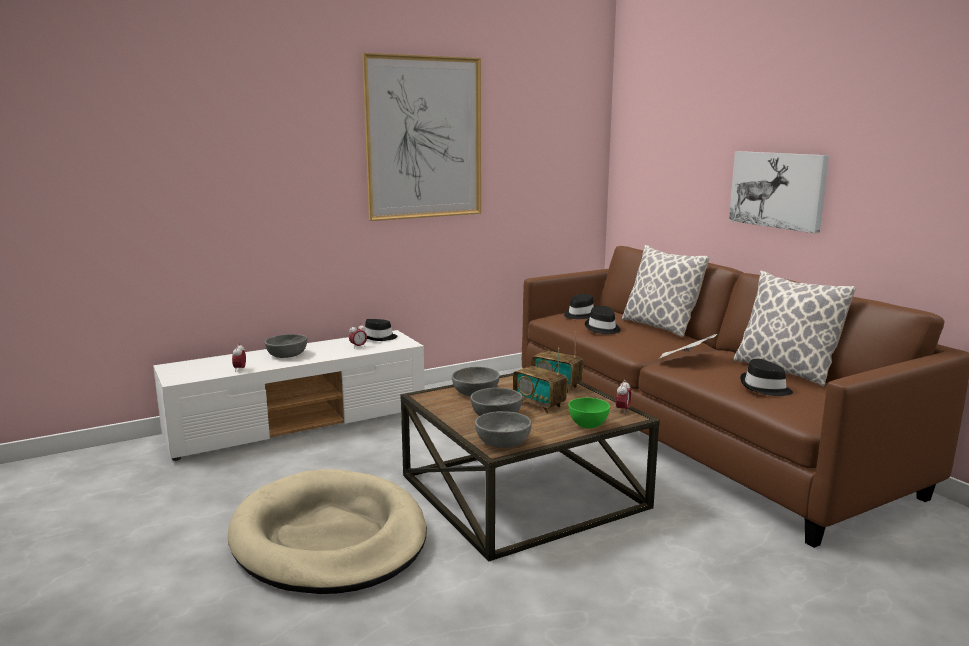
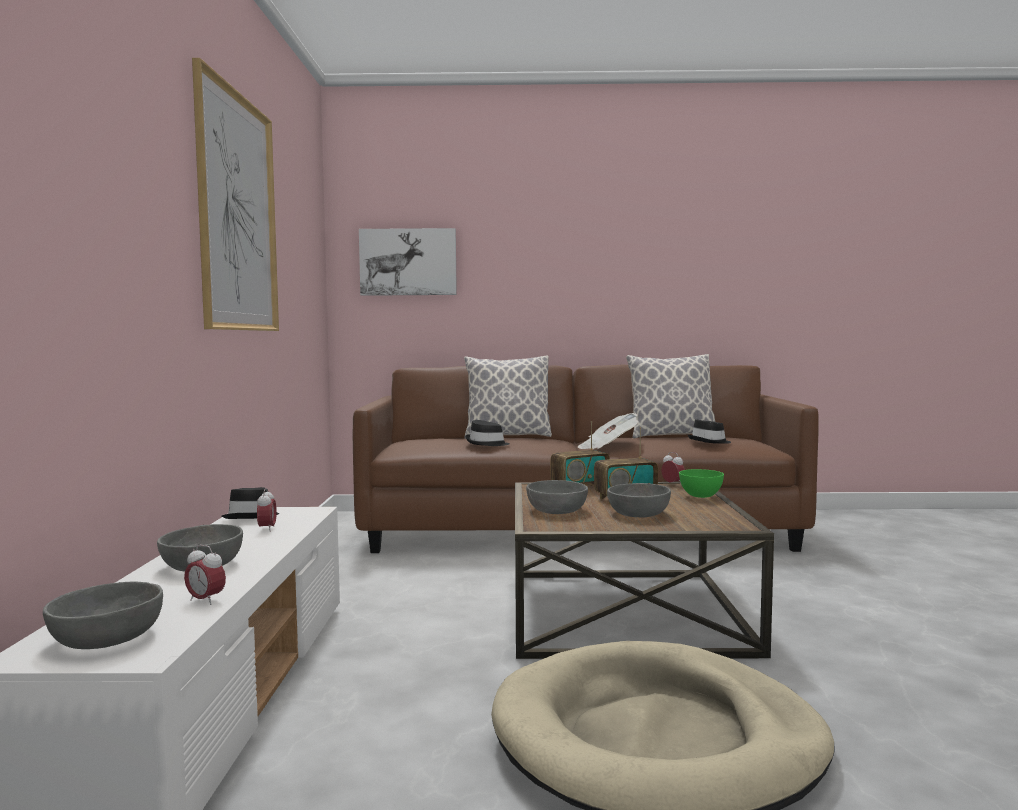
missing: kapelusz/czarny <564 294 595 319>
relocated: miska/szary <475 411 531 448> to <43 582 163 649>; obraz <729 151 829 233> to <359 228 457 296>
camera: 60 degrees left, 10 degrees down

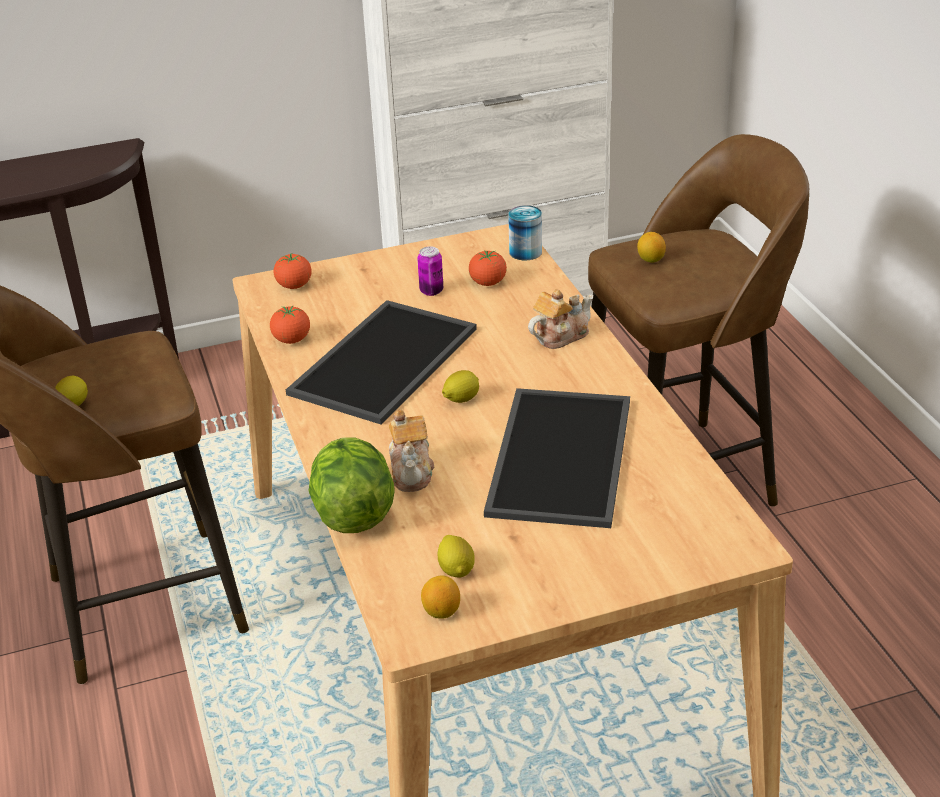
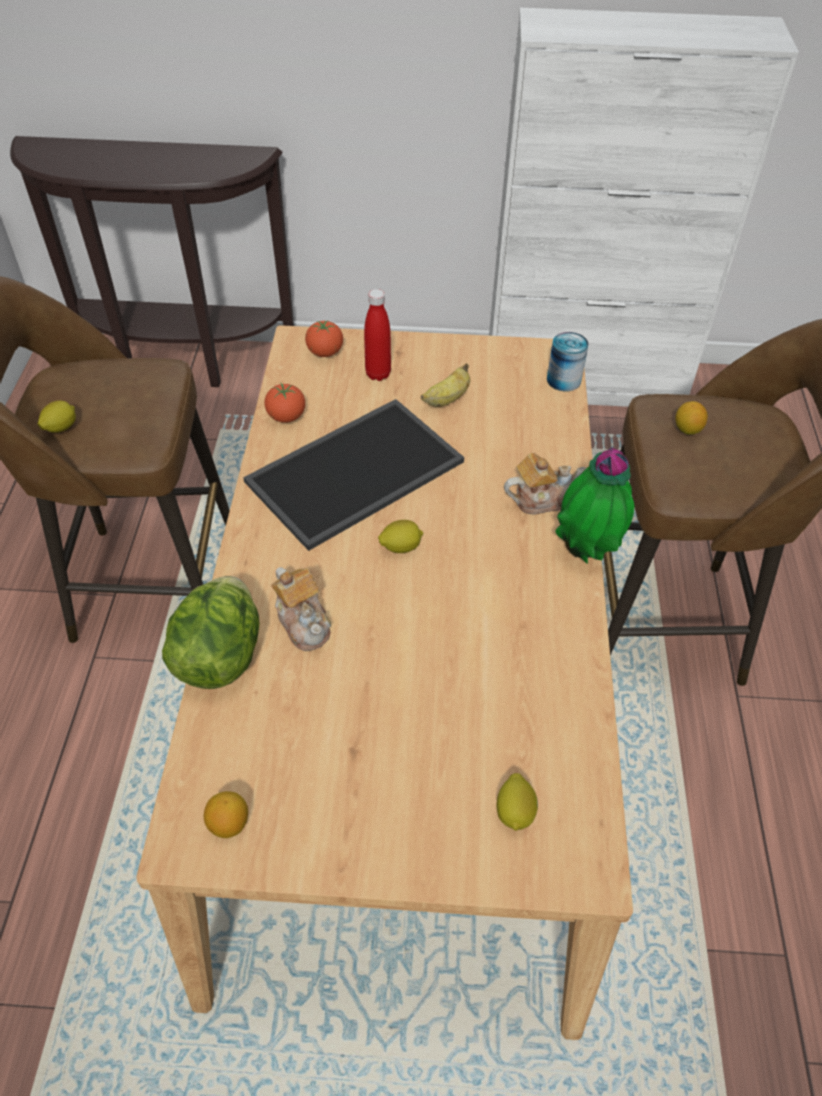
missing: pomidor <469 250 507 286>; taca <484 388 630 528>
appeared: butelka/czerwony <364 289 391 381>; roślina doniczkowa <555 448 634 564>
relocated: cytryna <438 535 475 577> to <497 773 538 831>
exchanged: puszka <417 247 443 296> to banan <421 363 470 407>
spun: imbryk <389 410 434 492> = <271 568 331 651> 45 degrees counterclockwise
camera: 20 degrees right, 15 degrees up

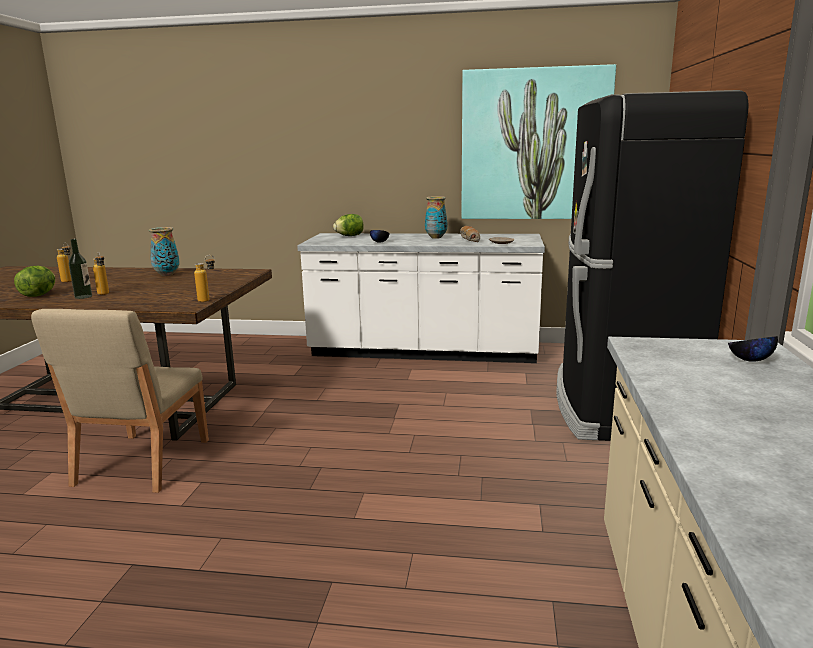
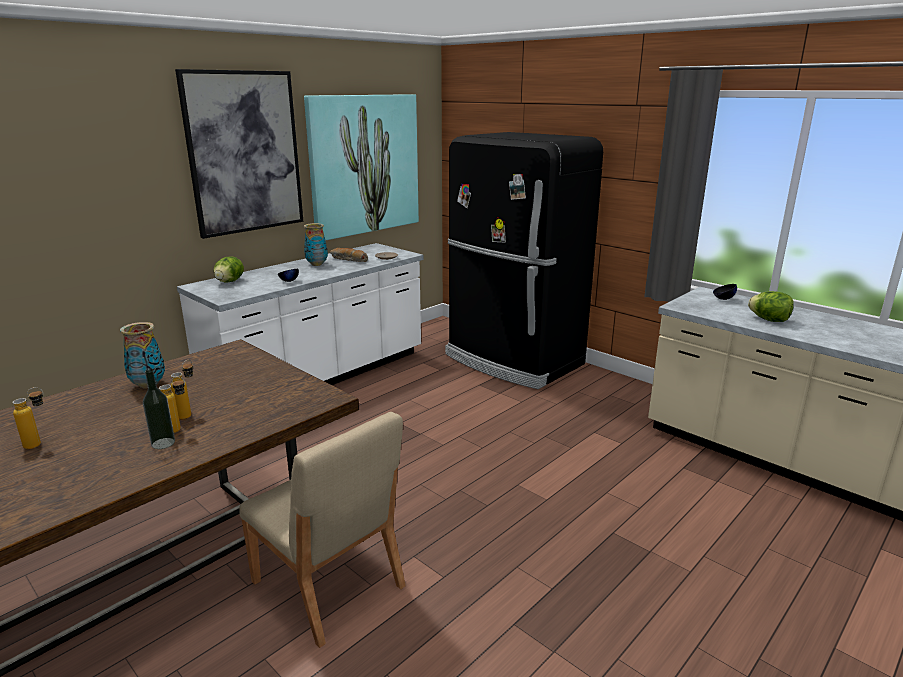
appeared: obraz <175 69 303 239>
relocated: sałata <14 266 55 297> to <748 291 794 322>; butelka <194 255 215 302> to <171 360 193 420>
camera: 55 degrees left, 5 degrees up

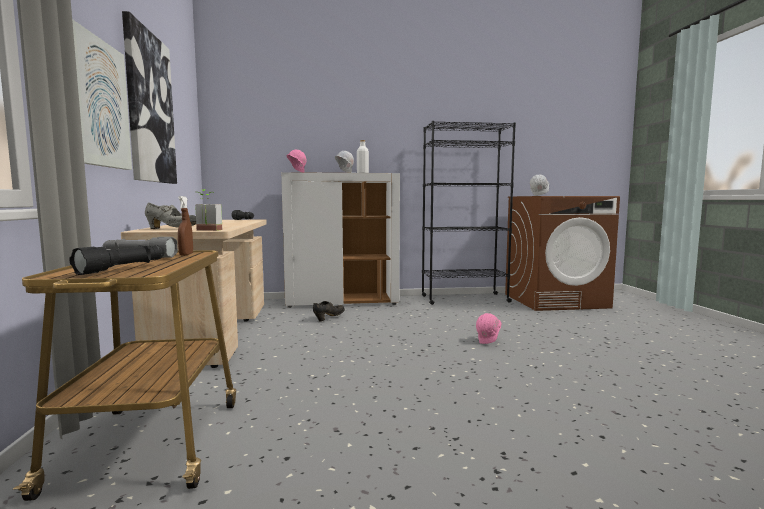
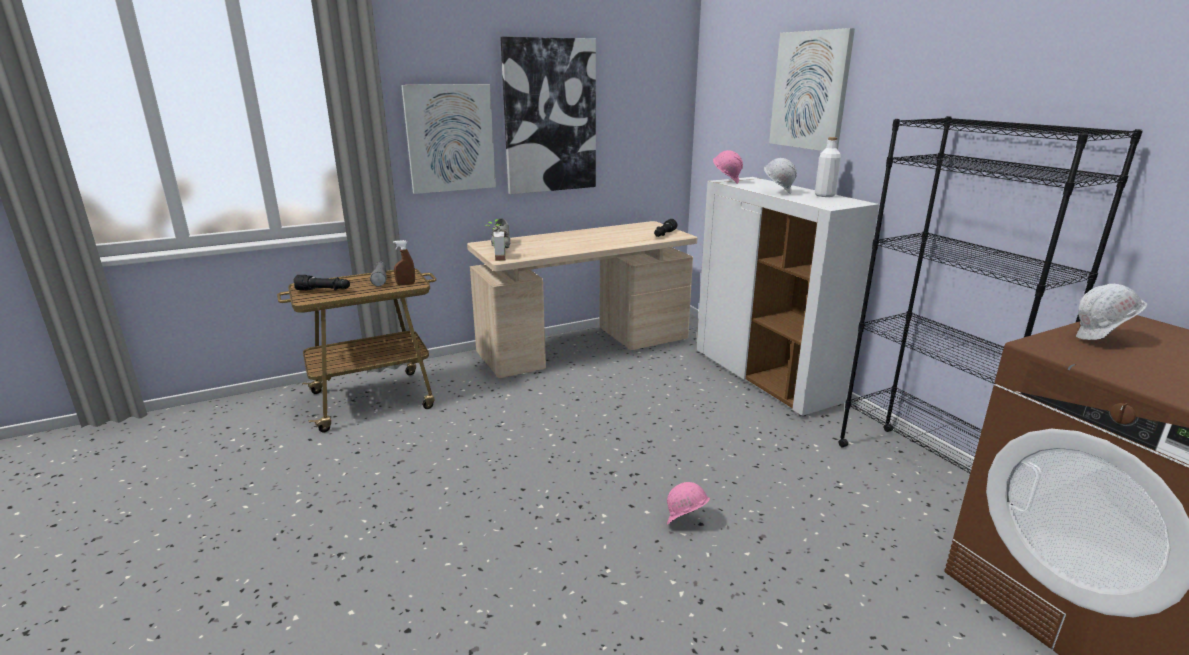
missing: but/czarny <313 301 345 322>
appeared: obraz <769 28 855 151>
camera: 70 degrees right, 15 degrees up

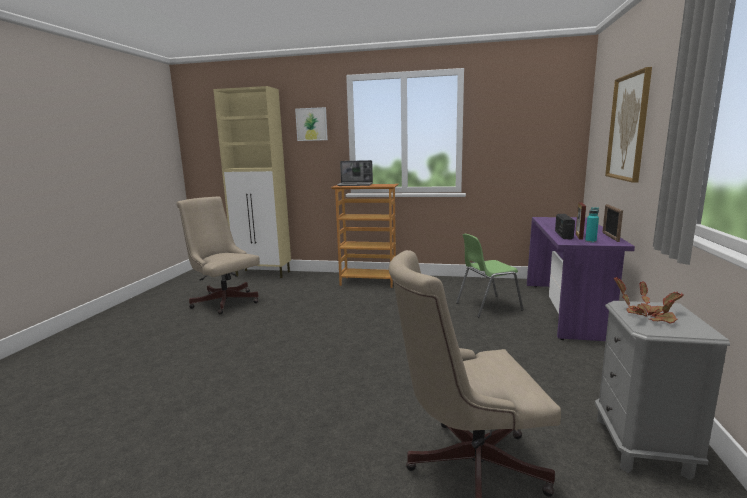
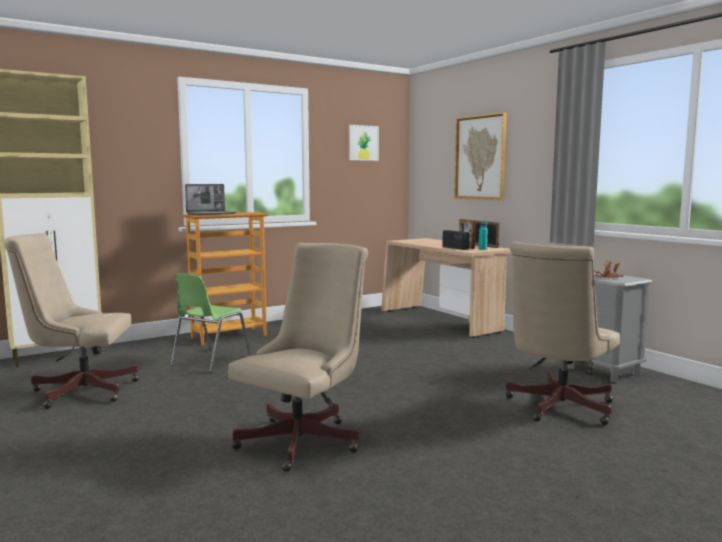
appeared: krzesło biurowe/beżowy <228 243 368 472>
relocated: obraz <295 107 328 141> to <349 125 379 161>; krzesło/zielony <456 234 524 318> to <171 273 251 373>
colour: biurko/fioletowy <527 217 635 341> to biurko/beżowy <381 238 512 338>
camera: 45 degrees left, 5 degrees down

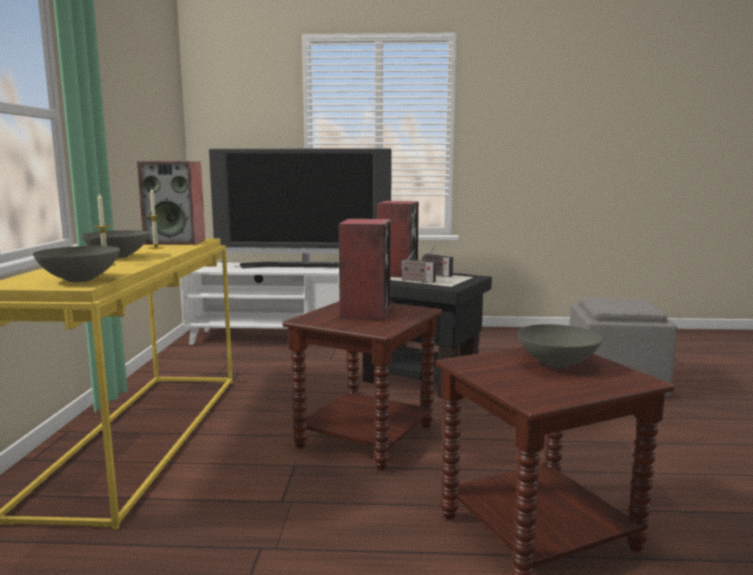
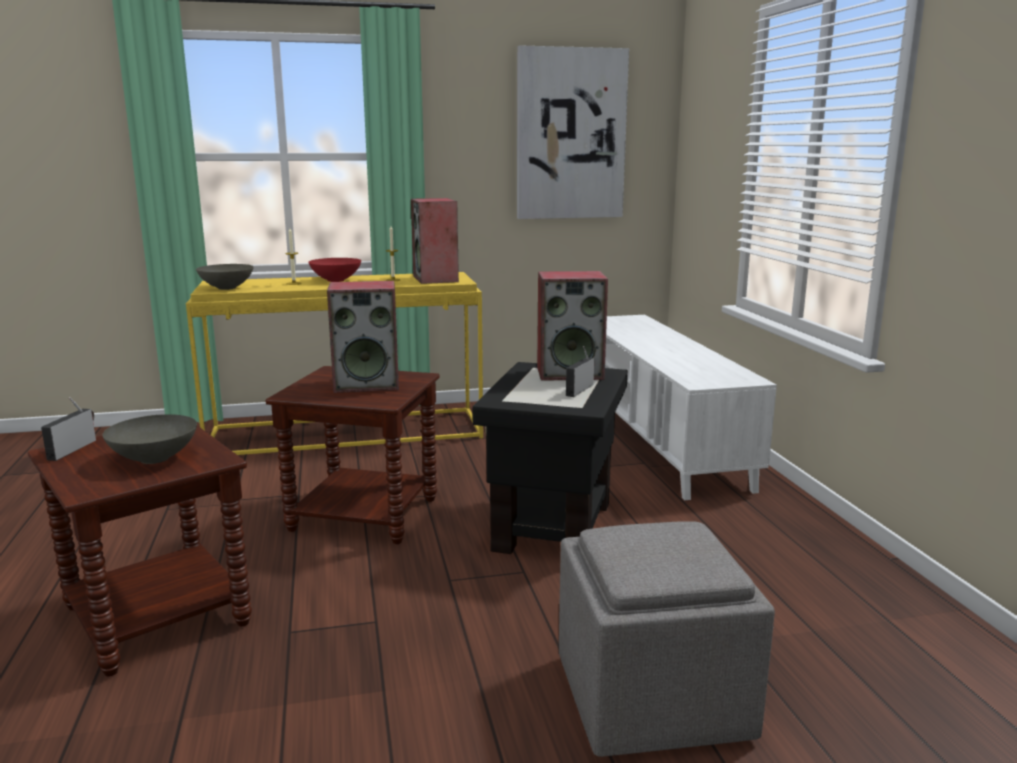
missing: telewizor <209 148 392 268>
appeared: obraz <517 45 629 219>
relocated: radio <399 250 436 283> to <41 397 96 461>
colour: miska/szary <82 230 150 258> to miska/czerwony <308 258 361 282>
camera: 75 degrees right, 5 degrees up

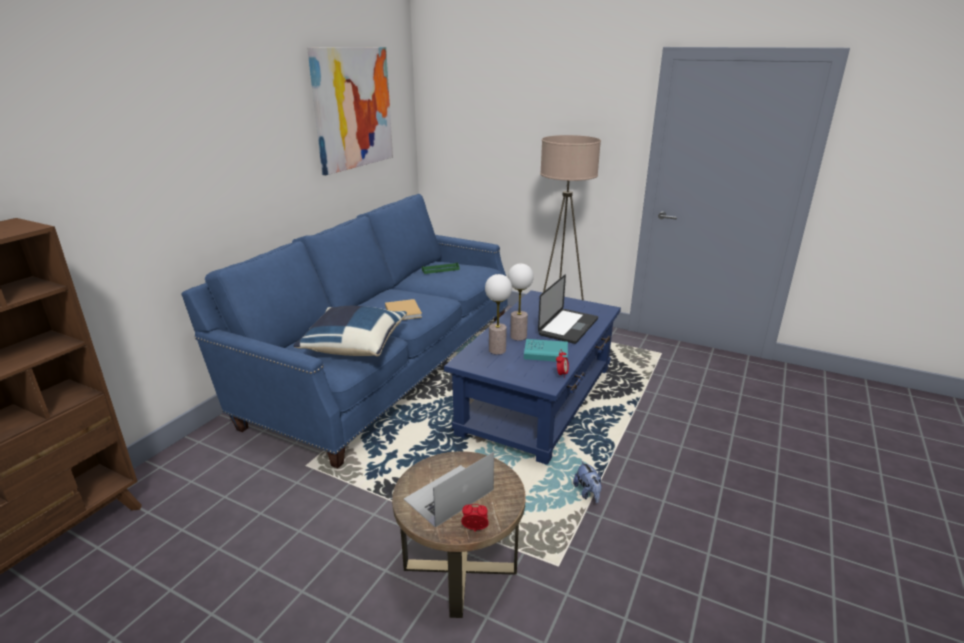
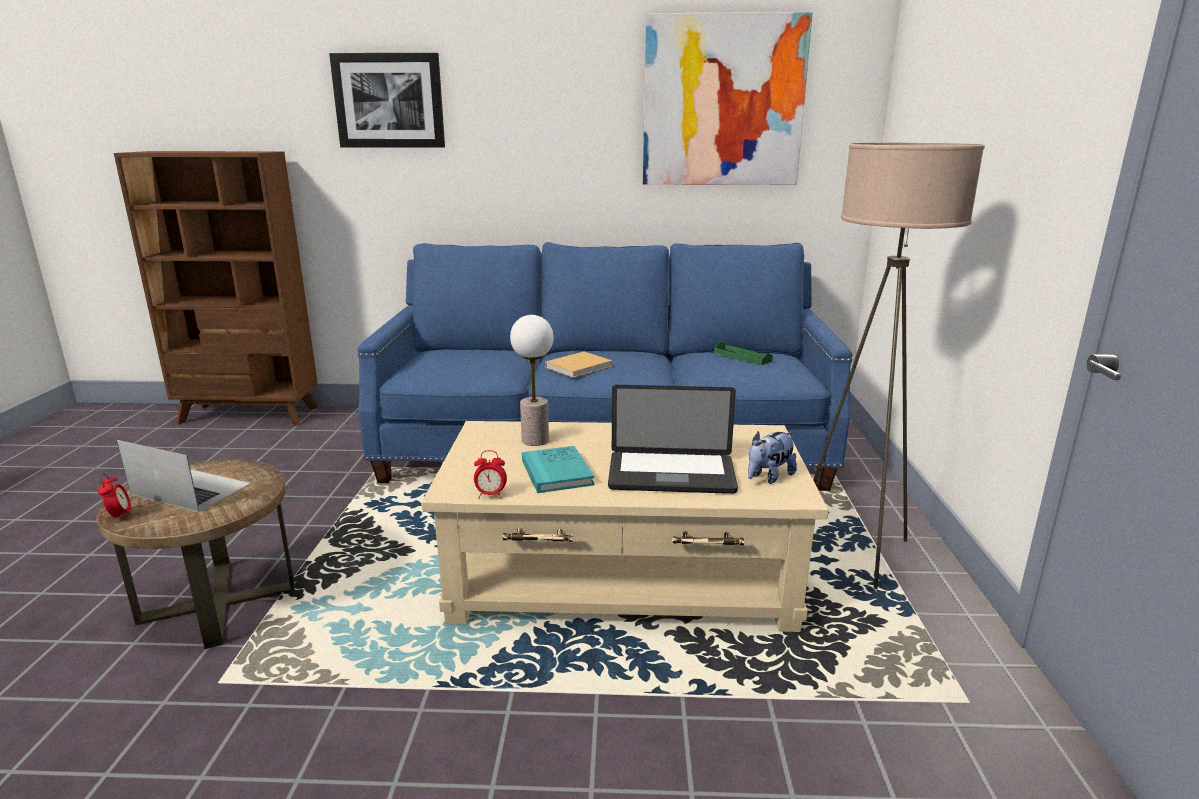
missing: poduszka/niebieski <294 306 407 356>; lampa stołowa <508 263 534 341>
appeared: obraz <329 53 445 148>
relocated: pluszak <573 460 602 503> to <748 432 797 484>
colour: ława/niebieski <444 290 621 465> to ława/beżowy <421 421 829 632>
camera: 65 degrees right, 5 degrees down

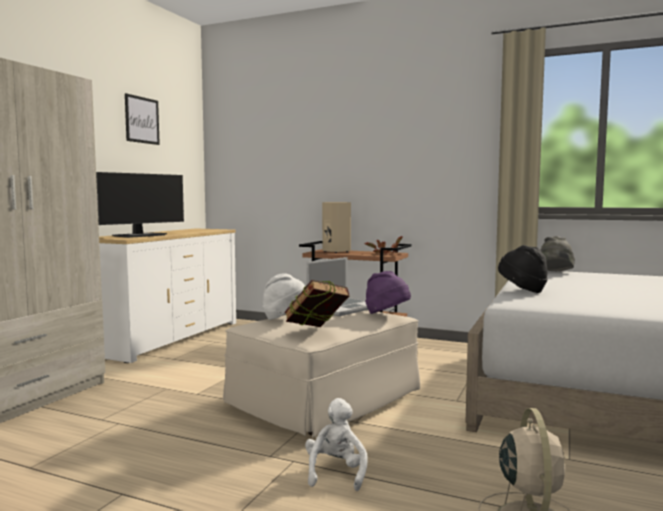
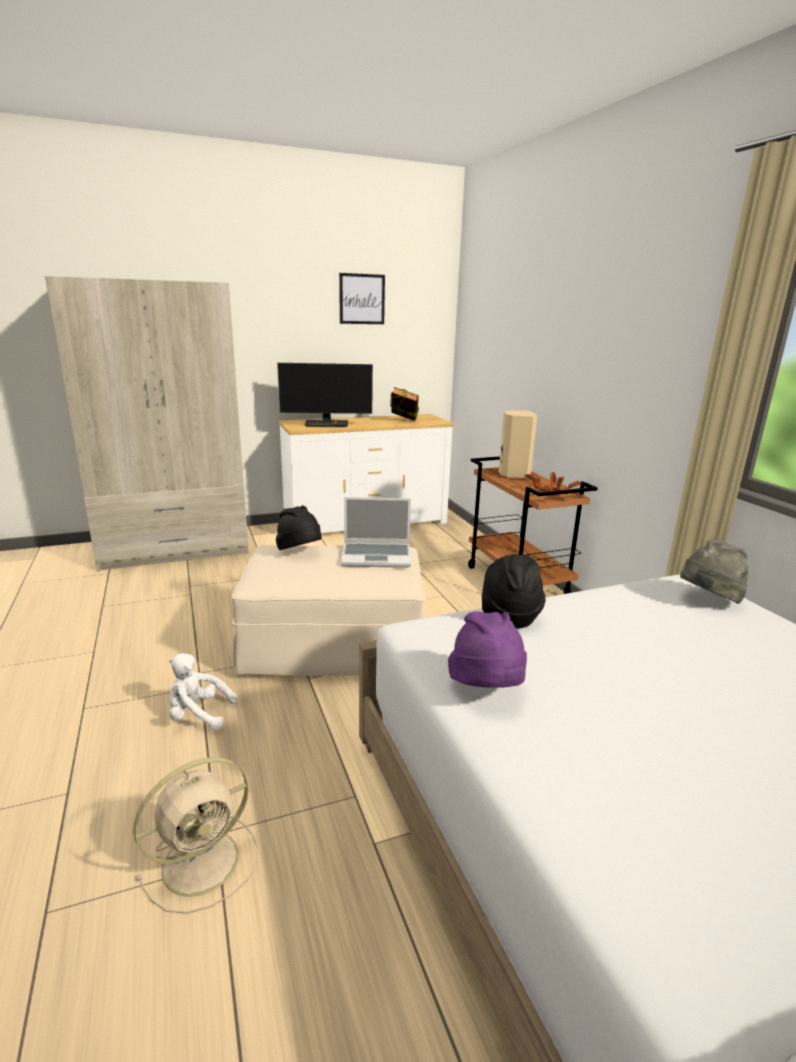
relocated: książka <284 280 350 327> to <390 387 419 421>; kapelusz/fioletowy <365 271 411 314> to <448 611 527 688>
colour: kapelusz/biały <262 274 306 320> to kapelusz/czarny <276 505 322 550>
spun: pluszak/biały <305 398 368 491> = <169 653 237 730> 135 degrees counterclockwise
camera: 45 degrees right, 15 degrees up

